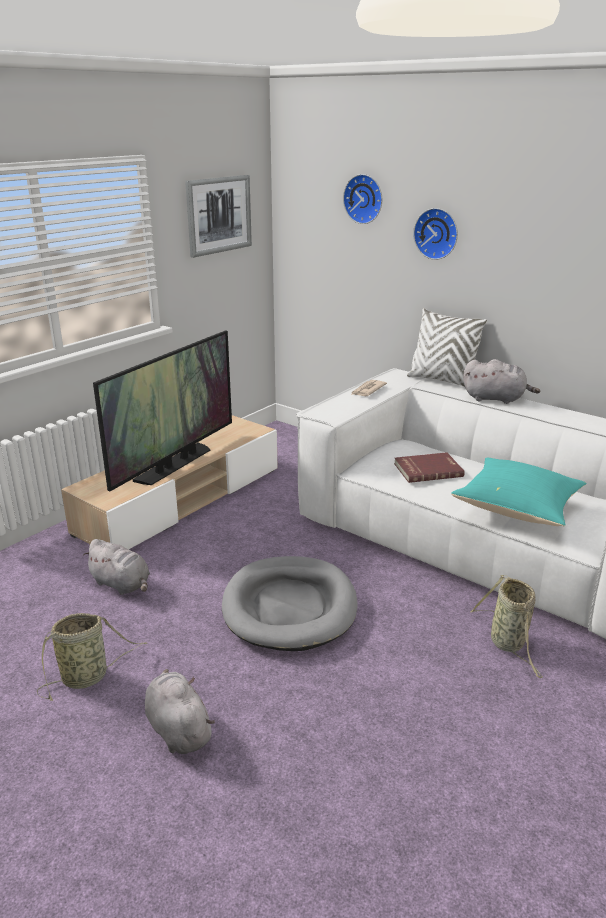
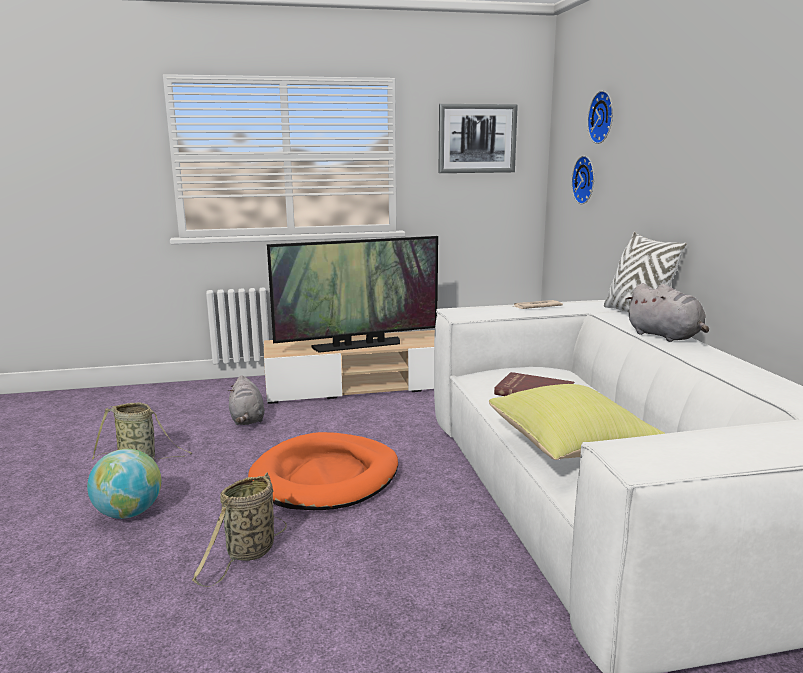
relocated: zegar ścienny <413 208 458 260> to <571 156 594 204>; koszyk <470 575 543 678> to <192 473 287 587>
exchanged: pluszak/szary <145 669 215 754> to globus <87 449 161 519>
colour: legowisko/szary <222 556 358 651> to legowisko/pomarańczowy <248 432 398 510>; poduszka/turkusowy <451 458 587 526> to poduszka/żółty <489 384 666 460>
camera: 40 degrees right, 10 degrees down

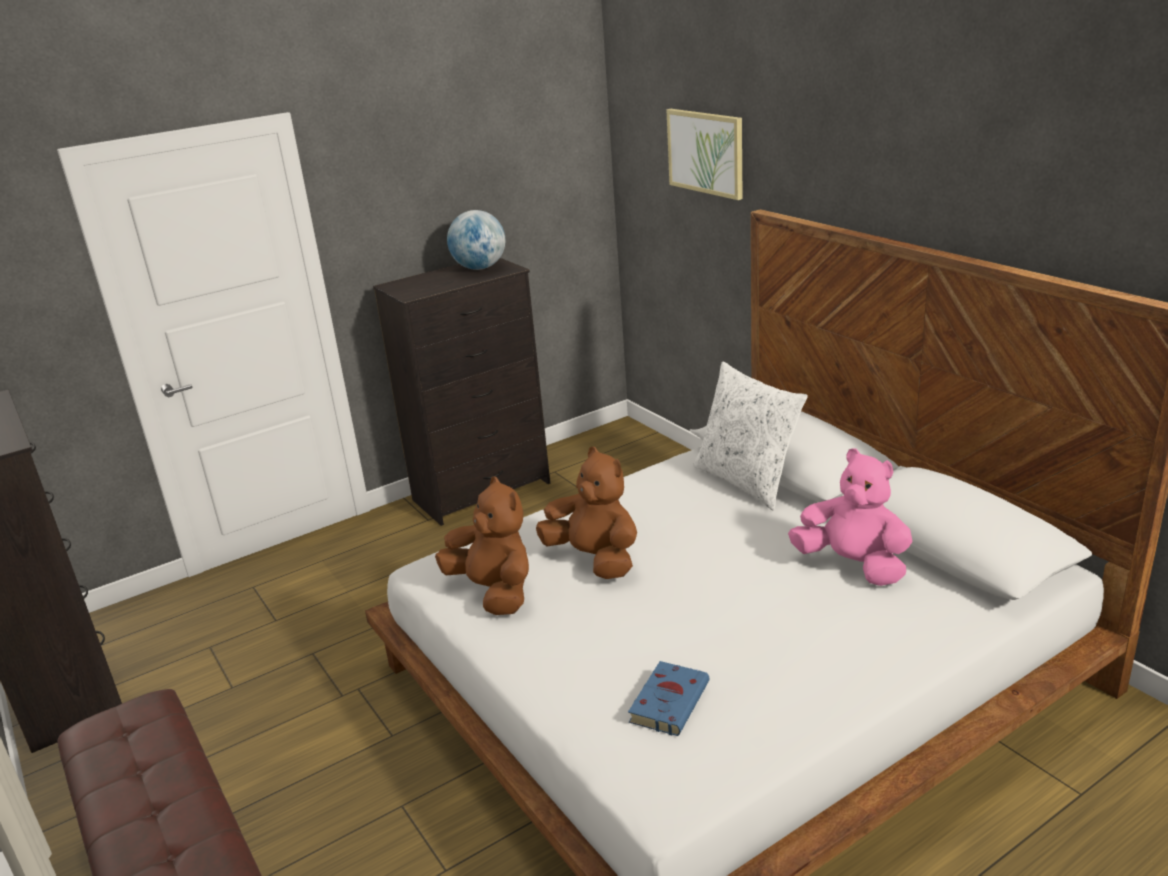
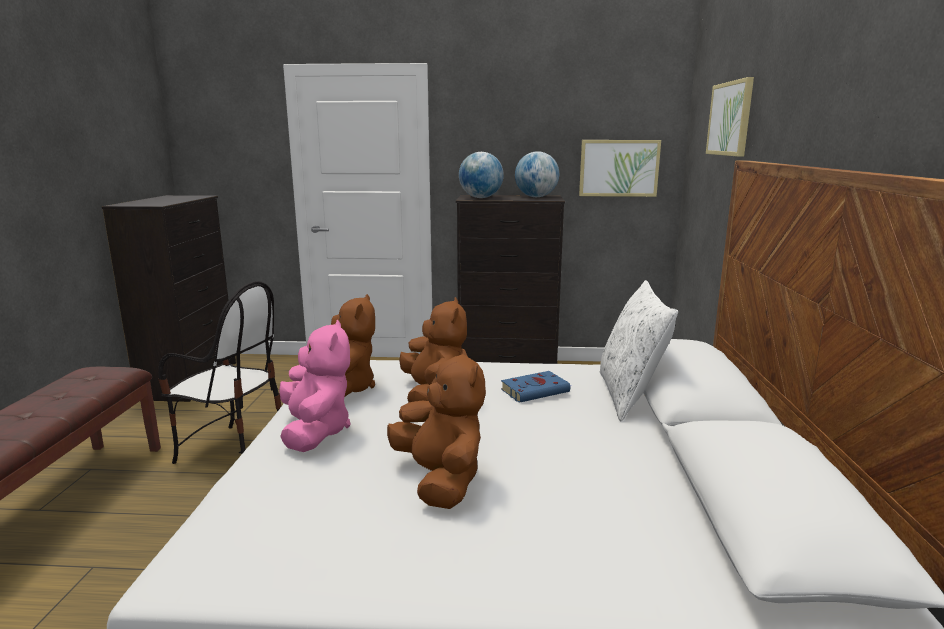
appeared: krzesło <158 281 281 464>; pluszak/brązowy <387 349 486 509>; globus <459 152 504 198>; obraz <579 140 661 197>
relocated: książka/niebieski <628 661 709 736> to <501 371 570 403>; pluszak/różowy <788 449 912 586> to <279 320 350 452>
camera: 35 degrees right, 10 degrees down

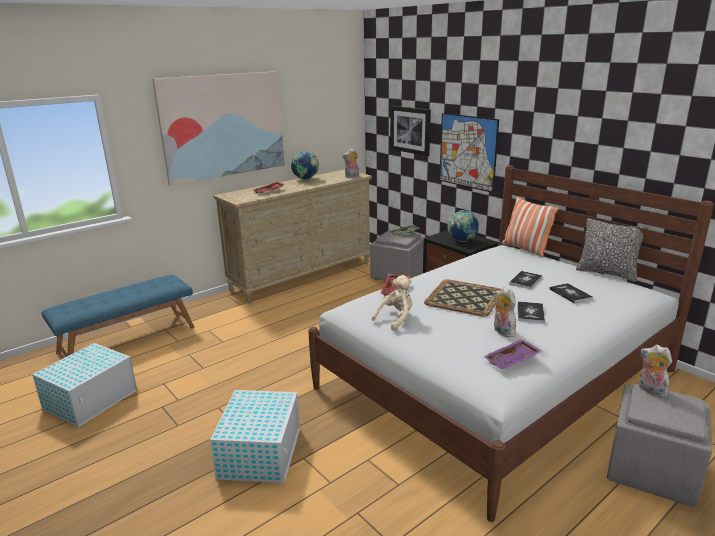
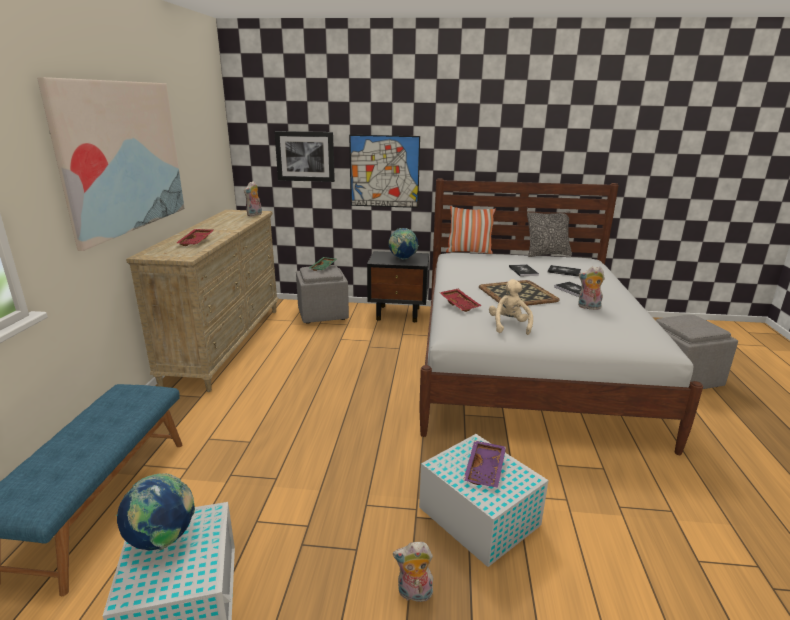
relocated: globus <291 151 319 180> to <115 474 195 551>; taca/fioletowy <483 339 542 370> to <463 440 506 488>; pluszak <639 345 672 397> to <393 542 434 605>
camera: 45 degrees left, 0 degrees up

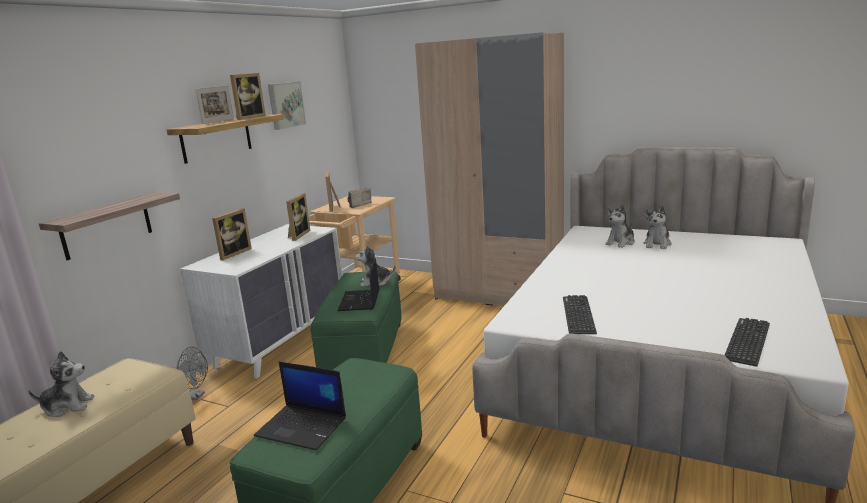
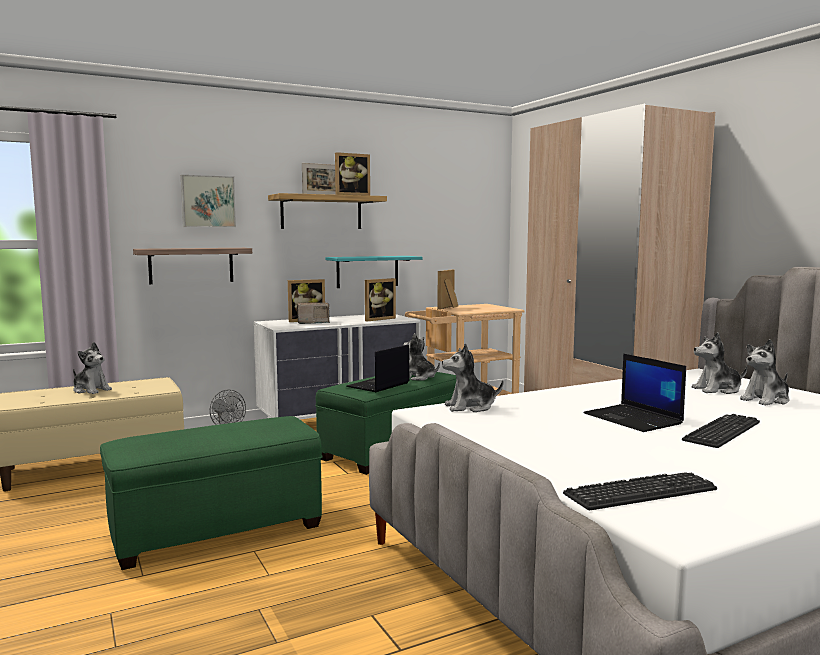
appeared: półka/turkusowy <325 256 423 288>; pluszak <442 344 503 412>
relocated: laptop <254 361 346 450> to <583 354 686 432>; obraz <268 82 306 130> to <181 175 236 227>; radio <347 187 372 208> to <297 303 330 324>; klawiatura <563 295 597 334> to <682 414 760 448>
camera: 35 degrees right, 10 degrees down

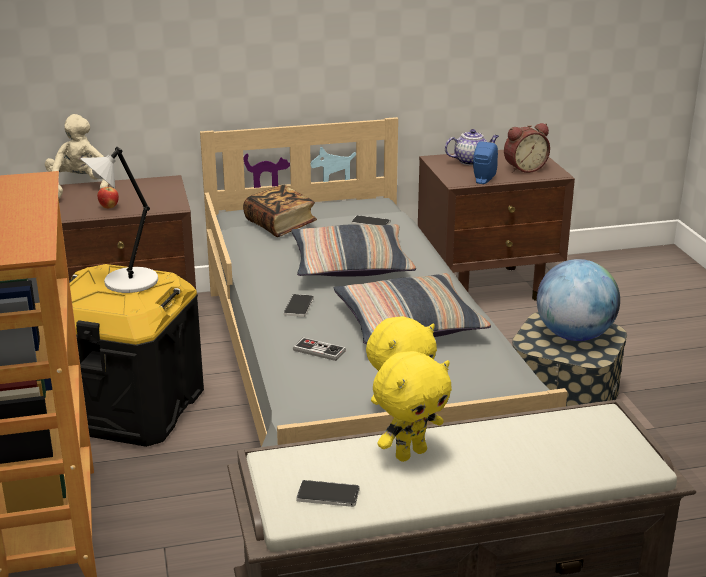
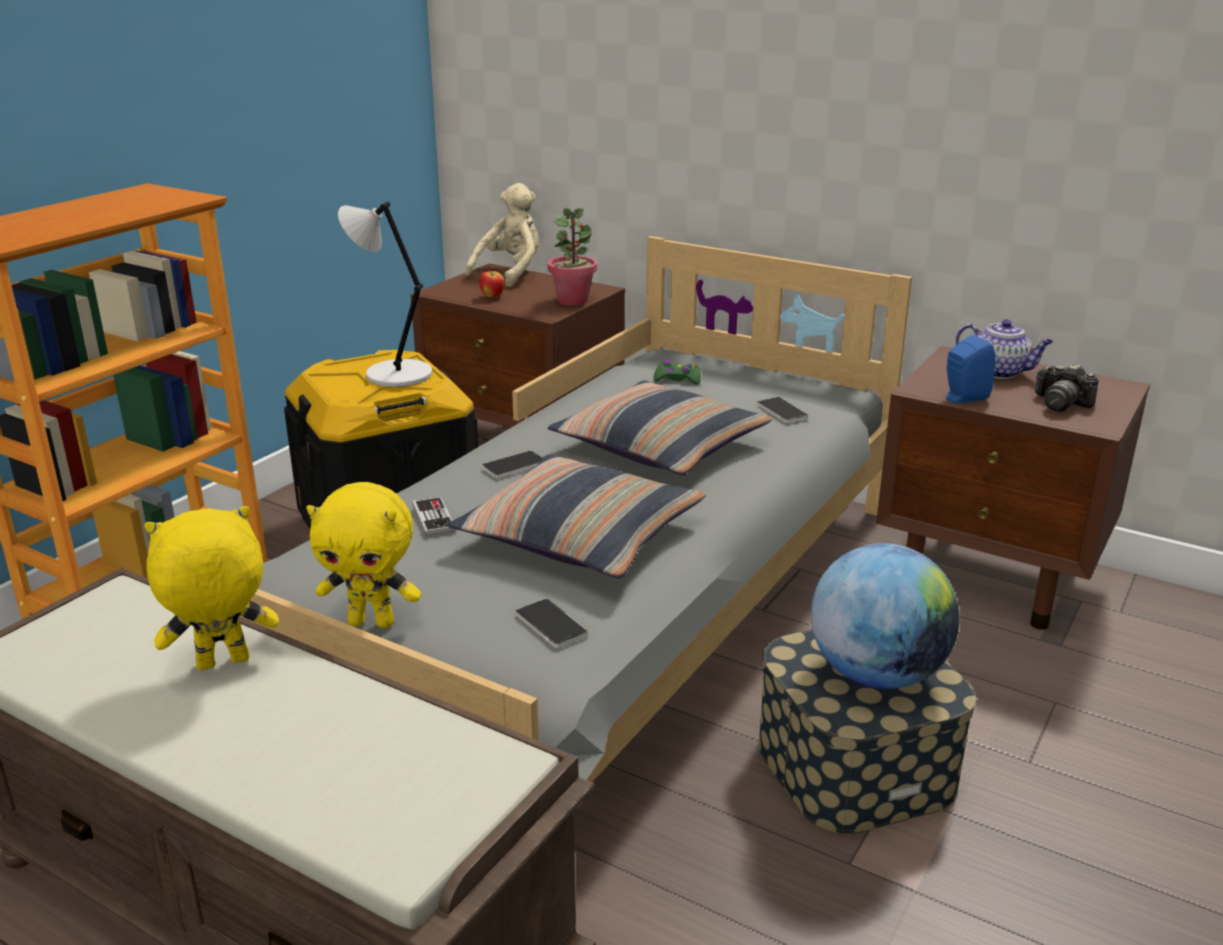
appeared: roślina doniczkowa <548 208 597 305>
relocated: telefon <296 480 360 507> to <515 598 588 648>
exchanged: książka <243 185 317 237> to pad do gier/zielony <653 360 701 385>; budzik <504 123 550 173> to aparat fotograficzny <1035 363 1099 412>
spun: pluszak/żółty <373 351 452 462> = <144 506 279 670> 150 degrees clockwise
camera: 45 degrees right, 0 degrees up

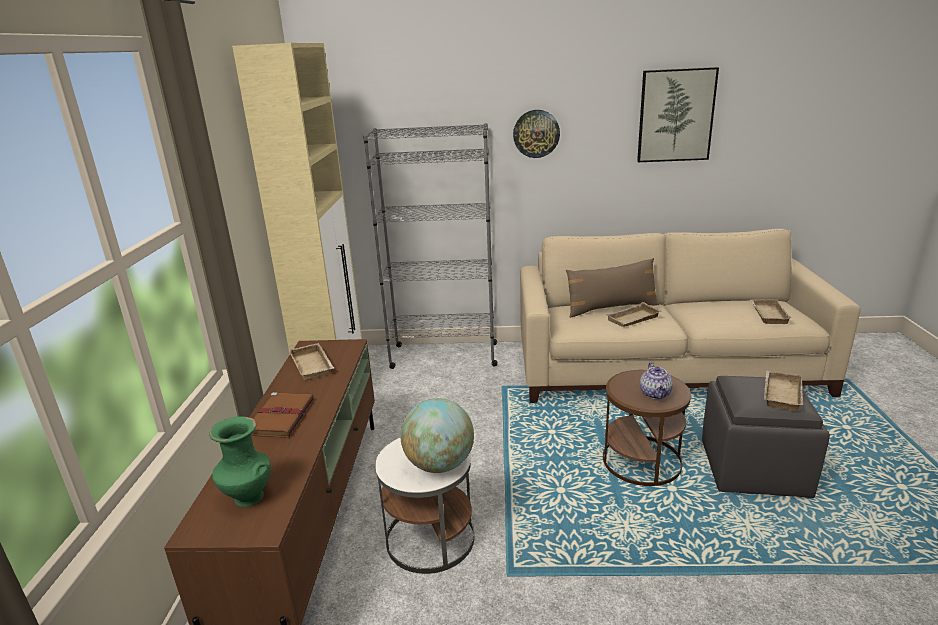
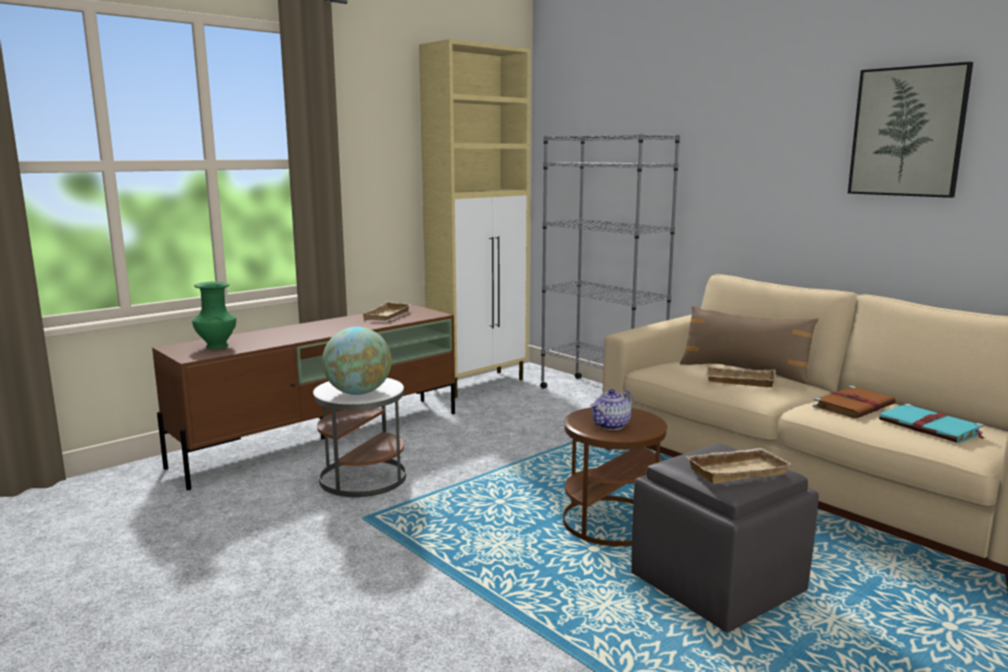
missing: zegar ścienny <513 110 560 158>
relocated: książka/brązowy <251 392 314 438> to <813 386 896 418>
exchanged: taca/beżowy <750 299 792 324> to książka/turkusowy <879 404 985 443>
camera: 45 degrees right, 10 degrees down

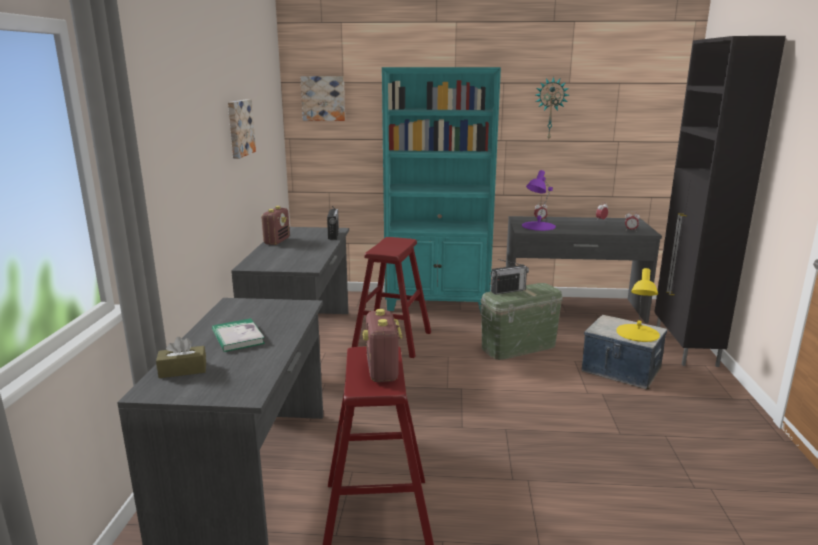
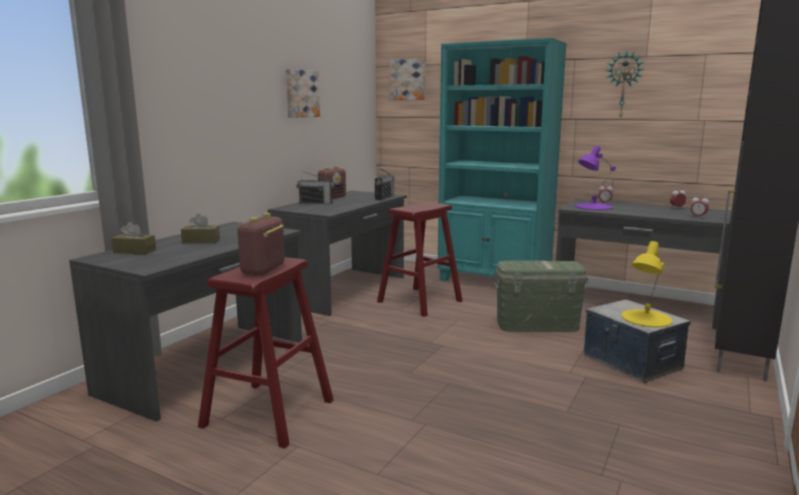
relocated: radio <490 259 529 295> to <296 171 334 204>
exchanged: książka <212 318 265 352> to pudełko chusteczek/brązowy <181 214 220 243>
camera: 25 degrees right, 5 degrees down

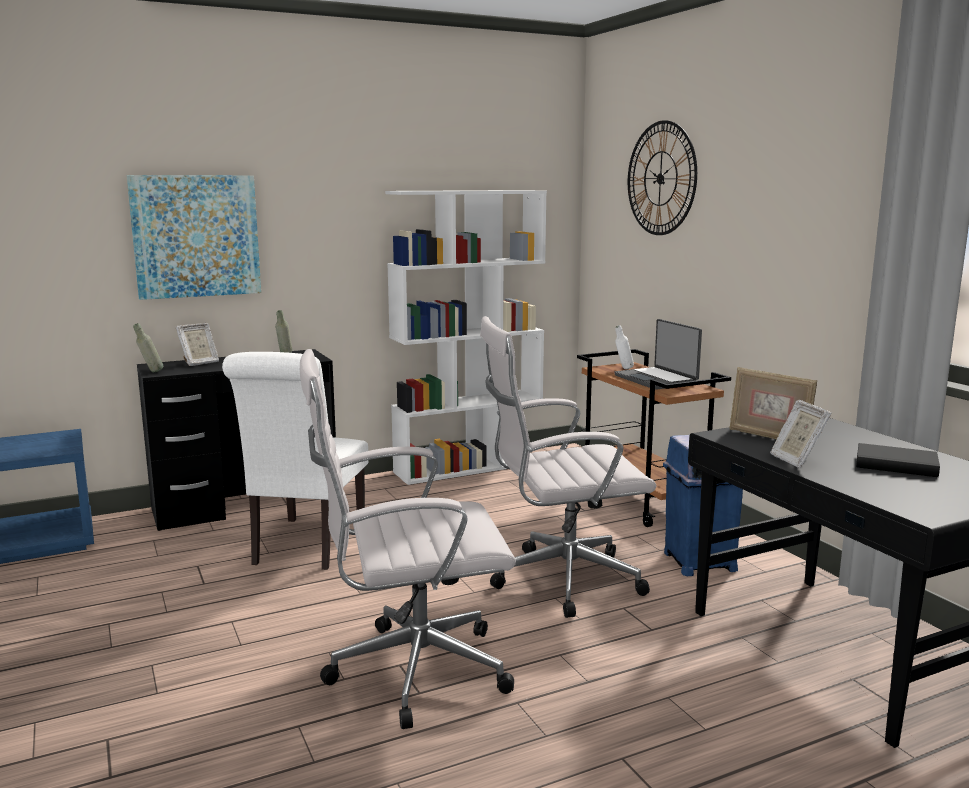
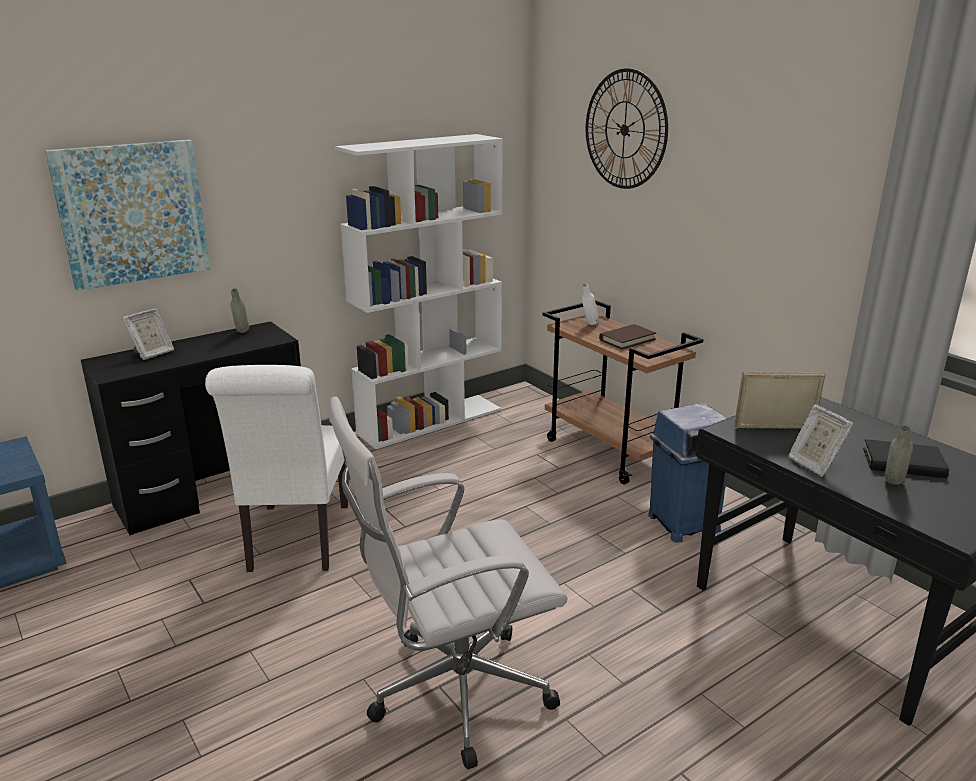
missing: krzesło biurowe/biały <480 316 656 618>
relocated: butelka/szary <133 323 163 372> to <885 425 913 485>
exchanged: laptop <614 319 702 390> to książka/brązowy <599 324 657 349>
spun: ramka na zdjęcie <729 367 817 440> = <734 372 825 429> 150 degrees clockwise
camera: 10 degrees left, 10 degrees up

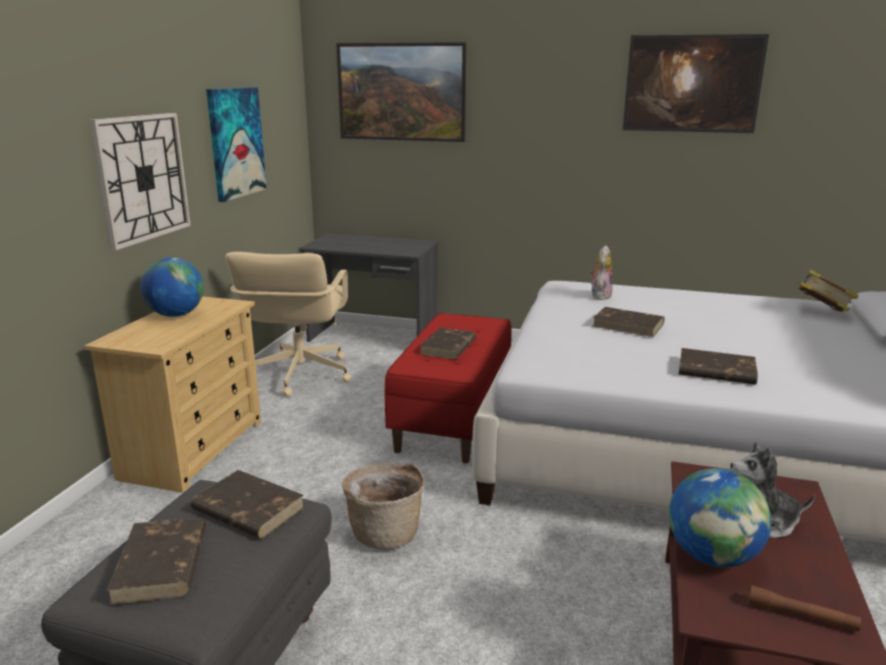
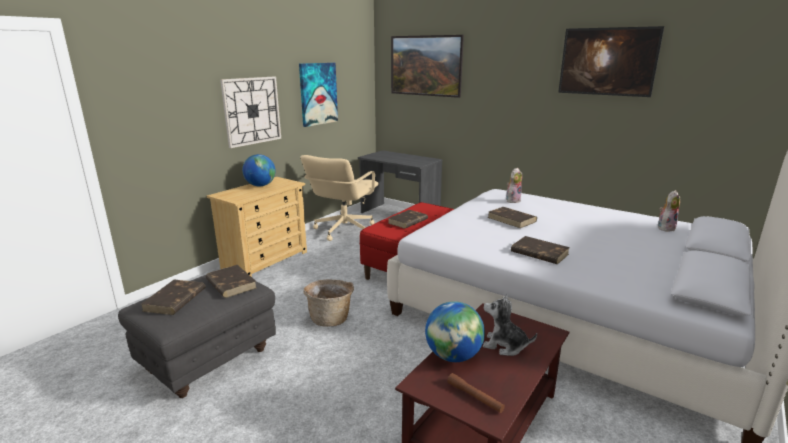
exchanged: książka <795 270 859 312> to pluszak <658 190 680 232>
camera: 20 degrees right, 0 degrees up

